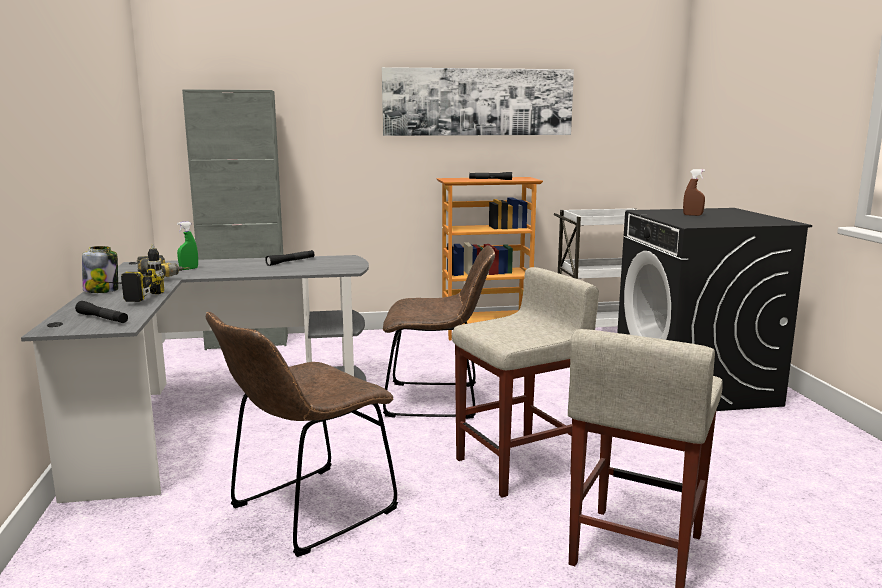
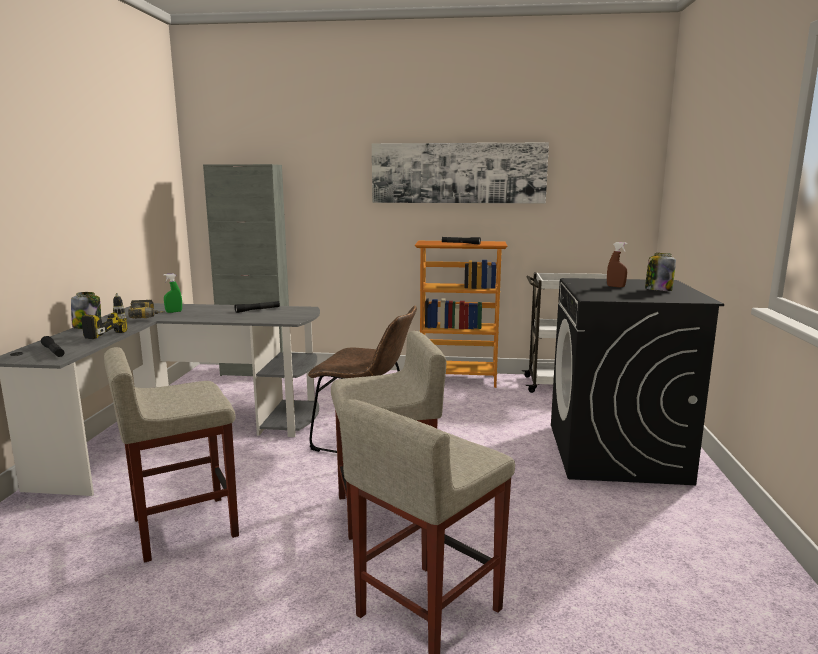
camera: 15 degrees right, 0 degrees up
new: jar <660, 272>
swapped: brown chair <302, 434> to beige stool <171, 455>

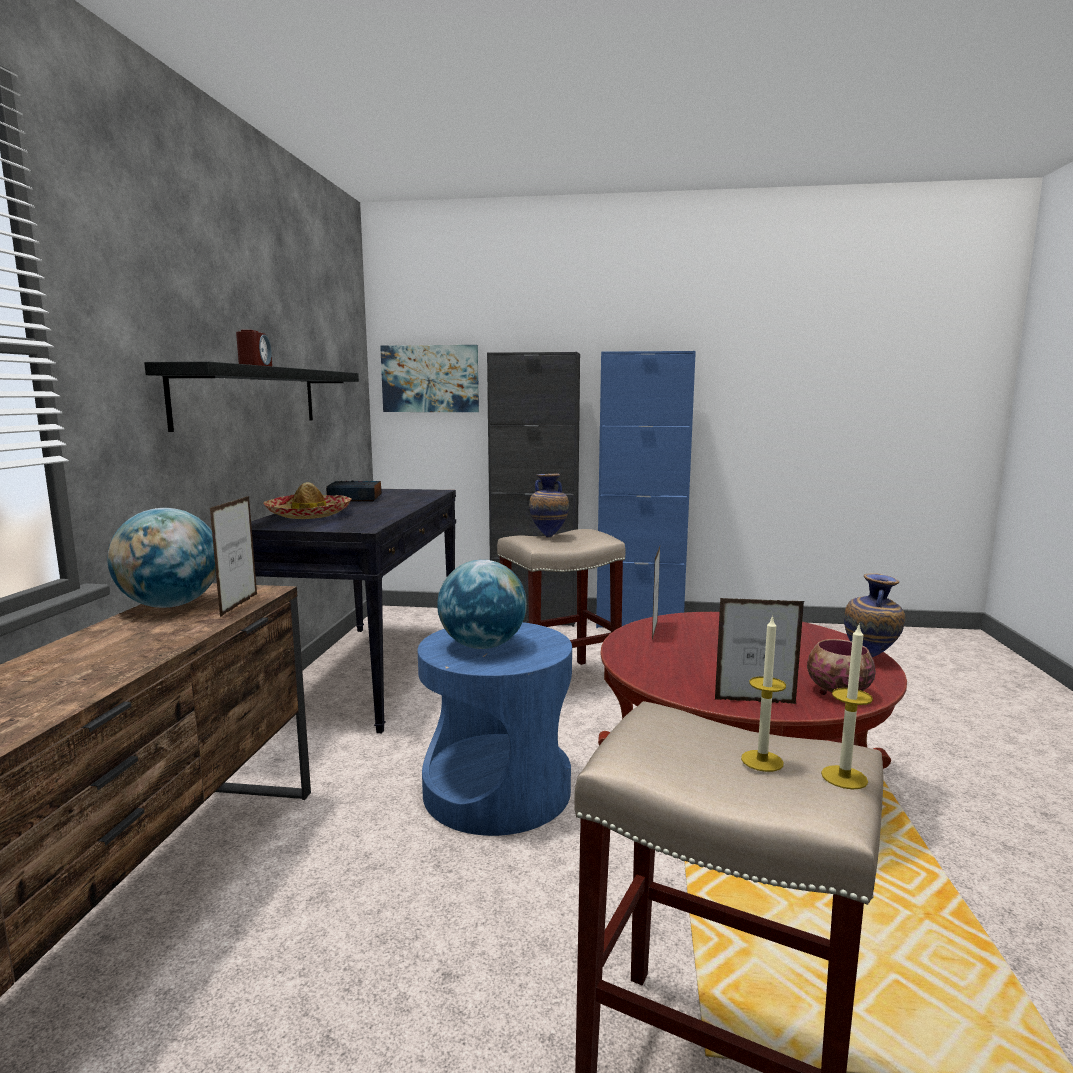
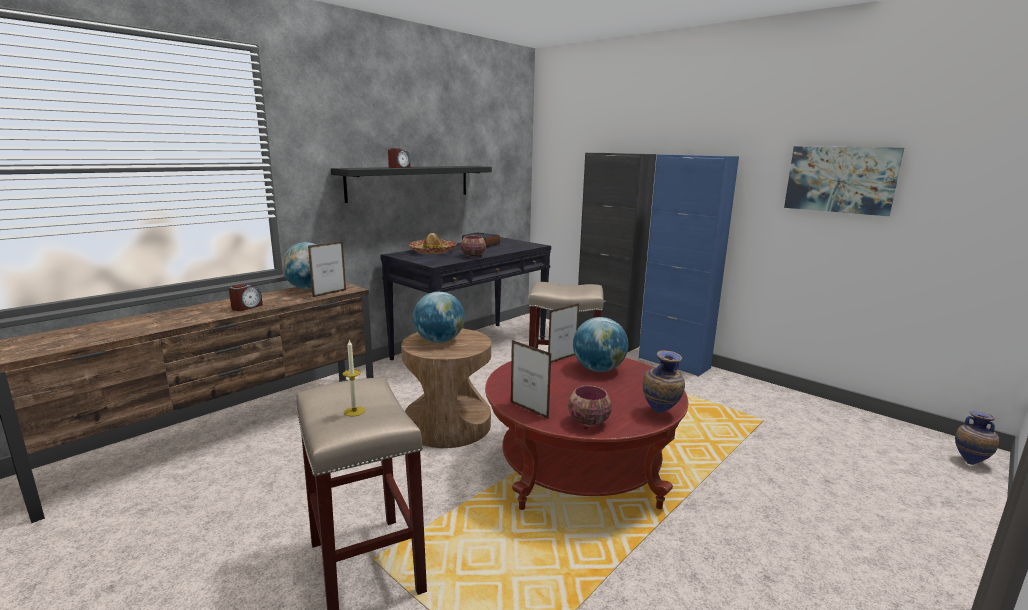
camera: 35 degrees right, 5 degrees up
gone: candle <847, 706>
new: bowl <473, 247>; alarm clock <246, 297>; globe <600, 344>
shifted: picture <429, 378> to <844, 181>; vase <549, 505> to <977, 438>
repainted: blue side table <495, 729> to brown side table <446, 388>

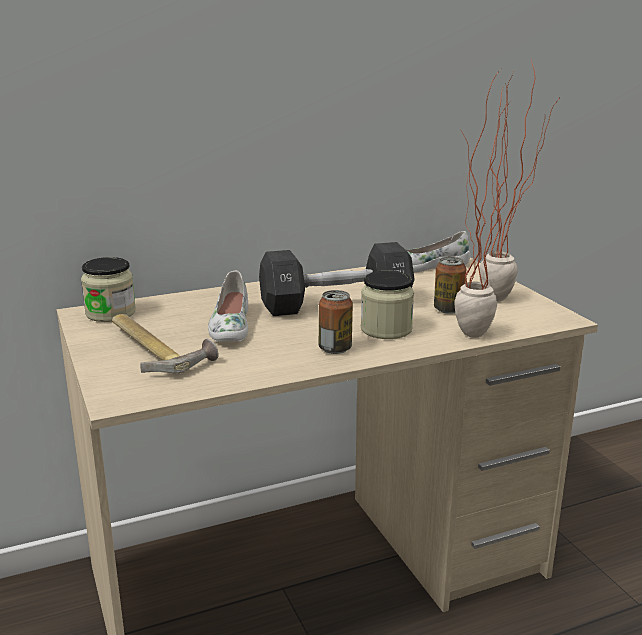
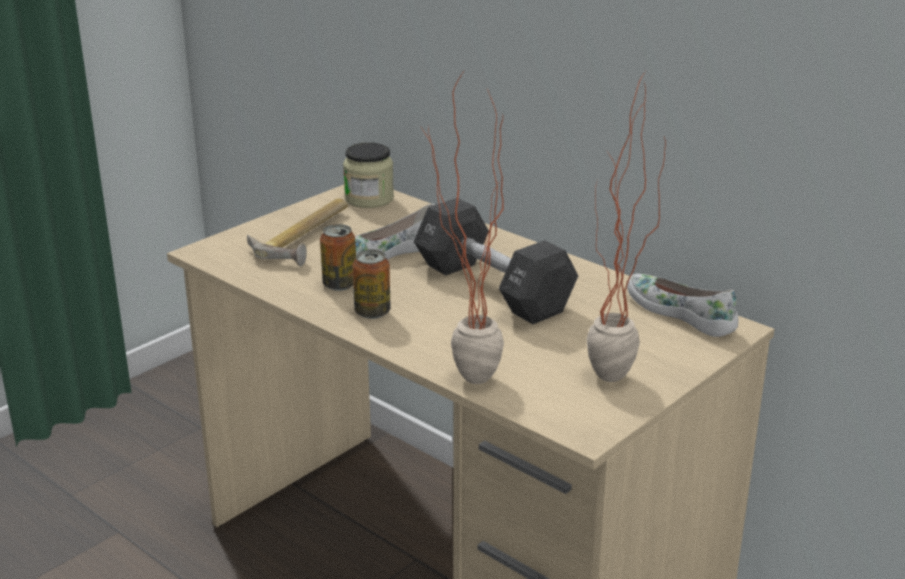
camera: 65 degrees right, 5 degrees up
gone: jar <387, 305>
shifted: can <450, 285> to <338, 257>

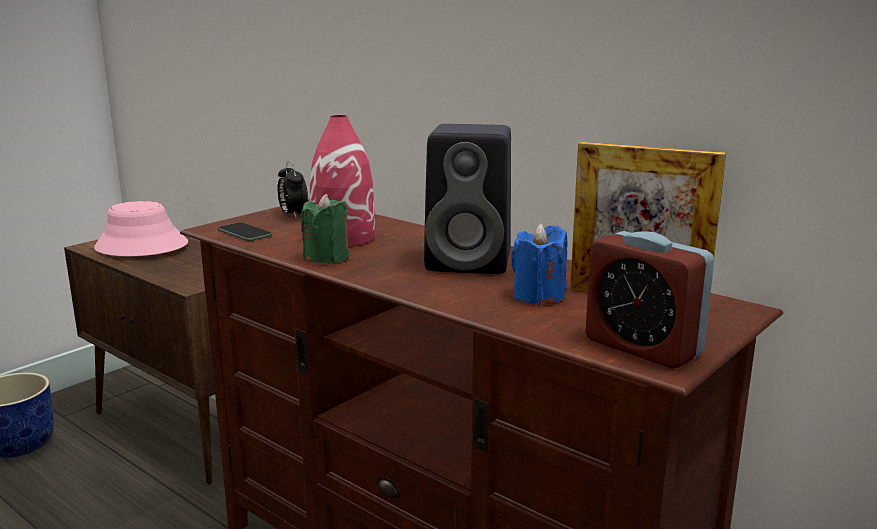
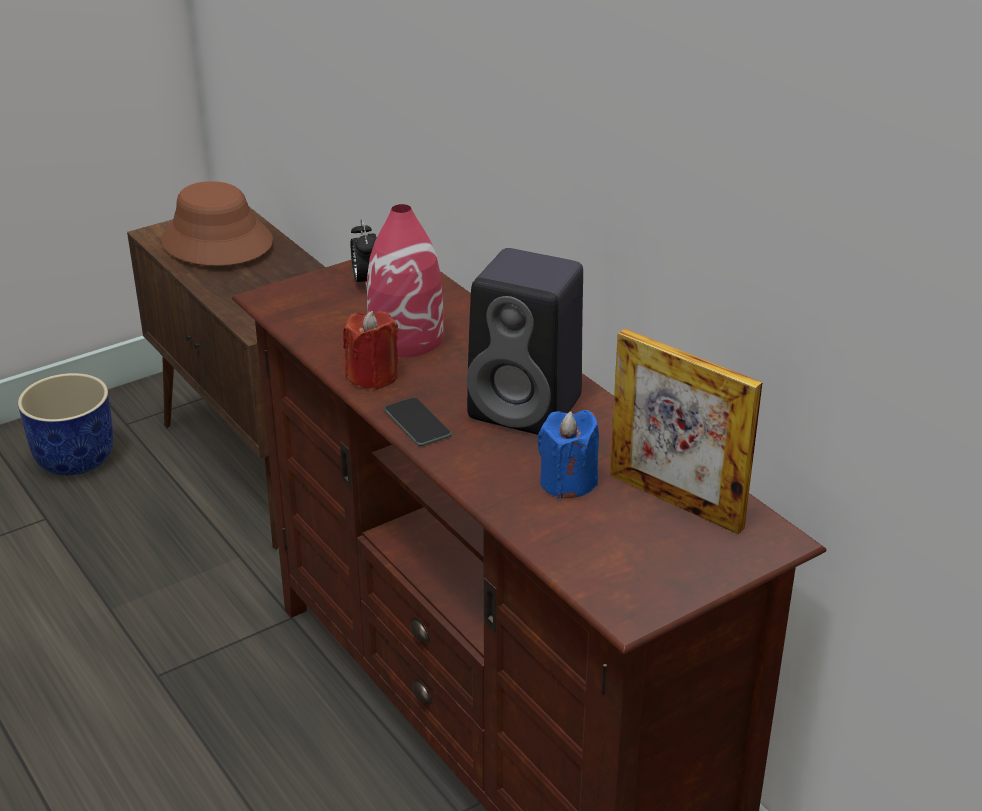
camera: 15 degrees right, 15 degrees up
gone: alarm clock <649, 299>
shifted: phone <244, 231> to <418, 421>
repainted: green candle <325, 229> to red candle <370, 350>; pink hat <141, 229> to brown hat <217, 223>

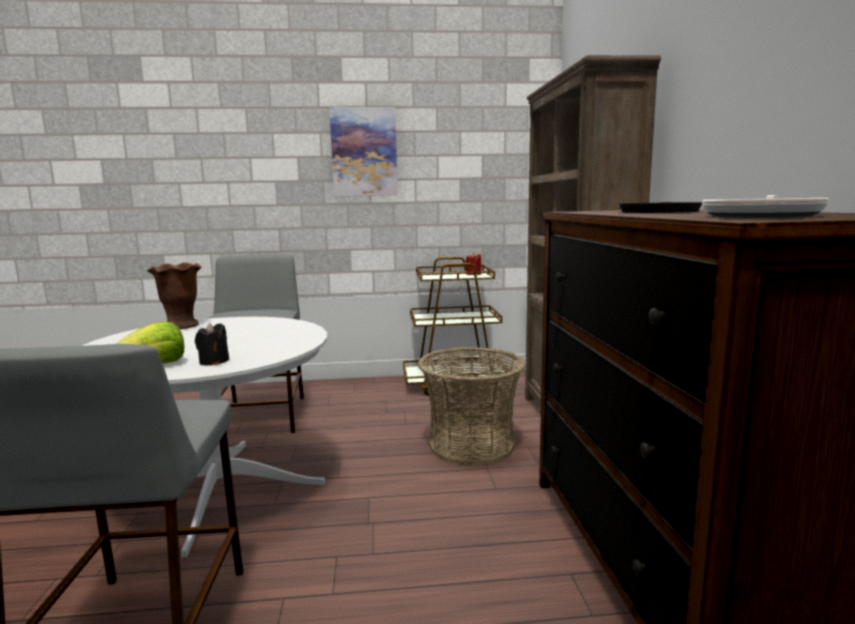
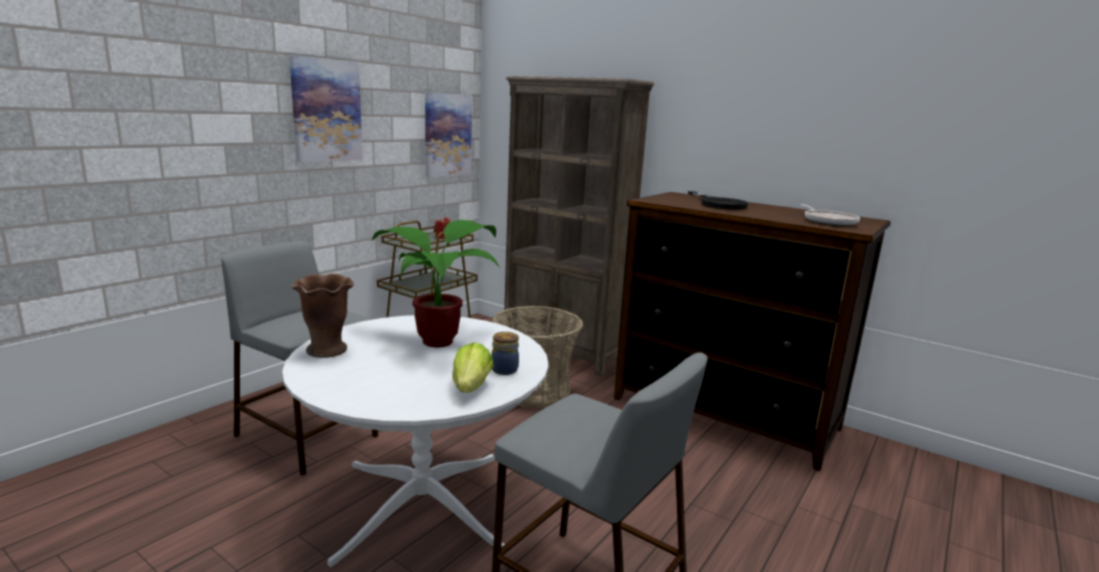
camera: 50 degrees left, 5 degrees up
new: picture <448, 135>; potted plant <436, 283>
swapped: black candle <212, 344> to jar <505, 353>

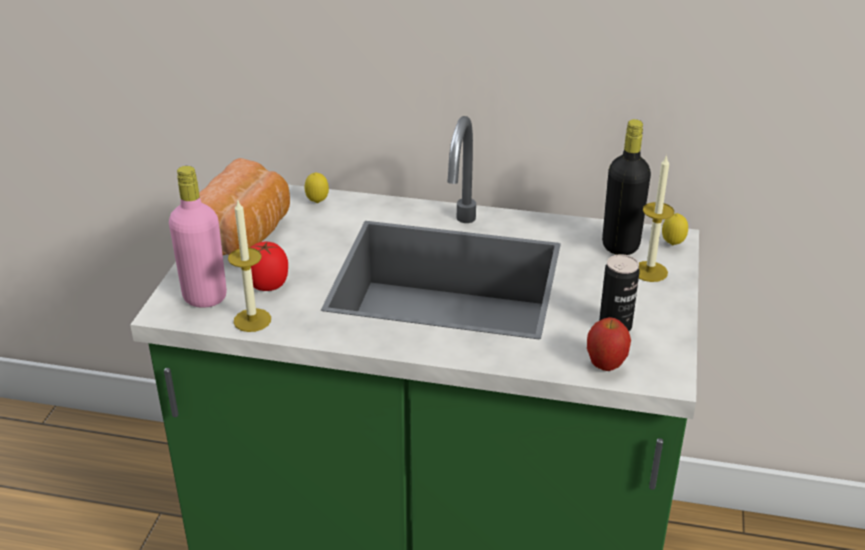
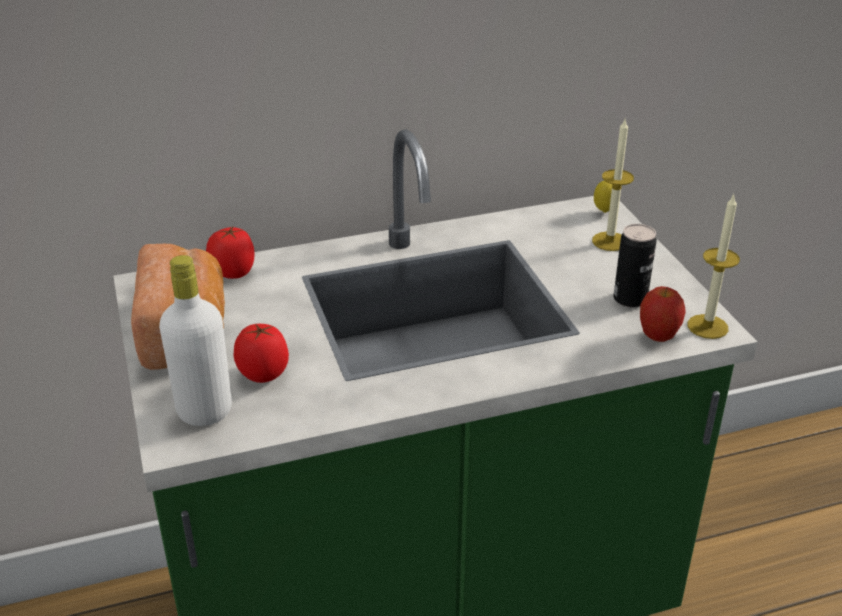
camera: 30 degrees left, 0 degrees up
gone: black bottle <626, 187>
shifted: candle <249, 266> to <713, 267>
swapped: lemon <316, 187> to tomato <230, 253>
repainted: pink bottle <198, 237> to white bottle <195, 340>

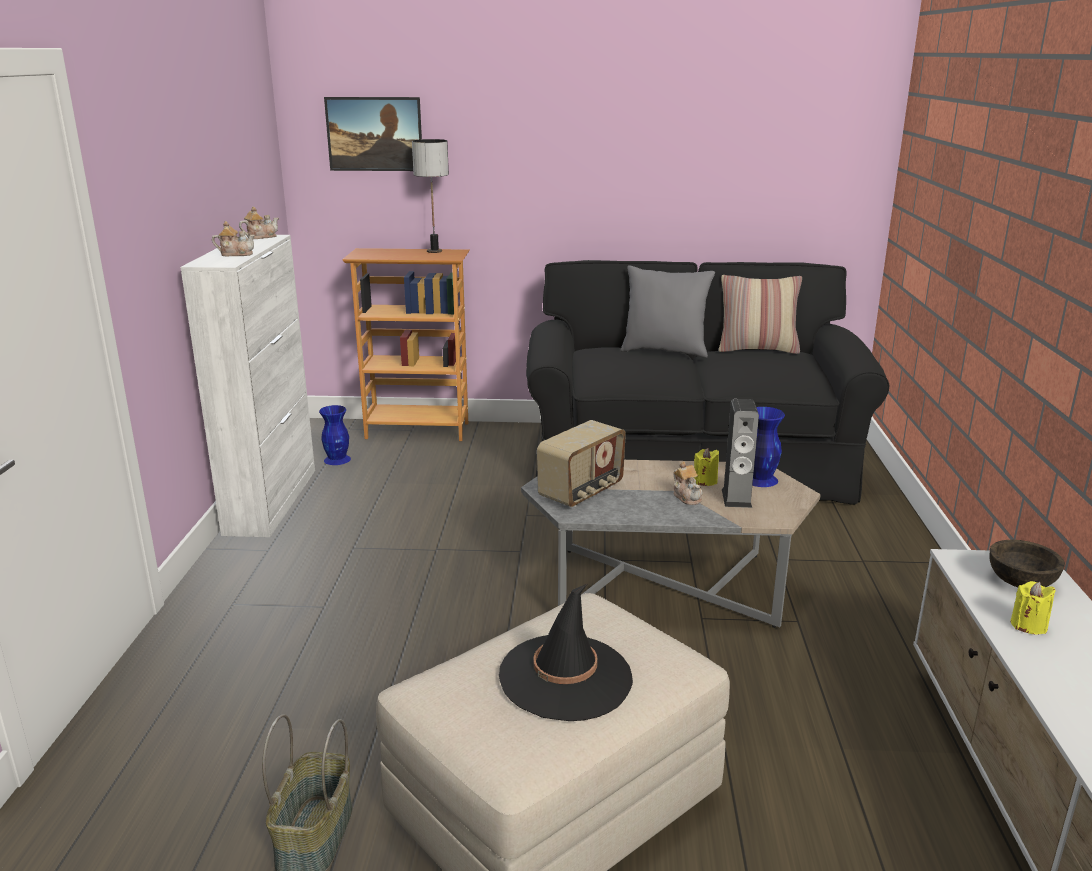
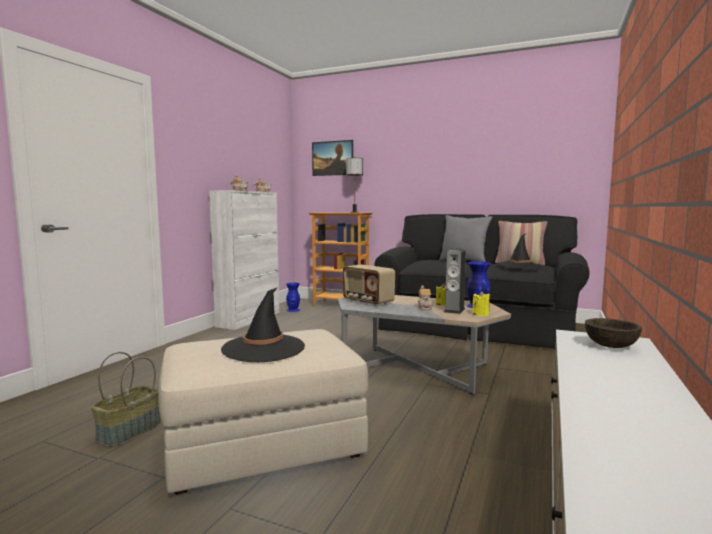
camera: 20 degrees right, 15 degrees down
new: black hat <520, 251>
shifted: yellow candle <1033, 608> to <481, 303>
rotated: radio <581, 463> = <369, 285> 75 degrees clockwise

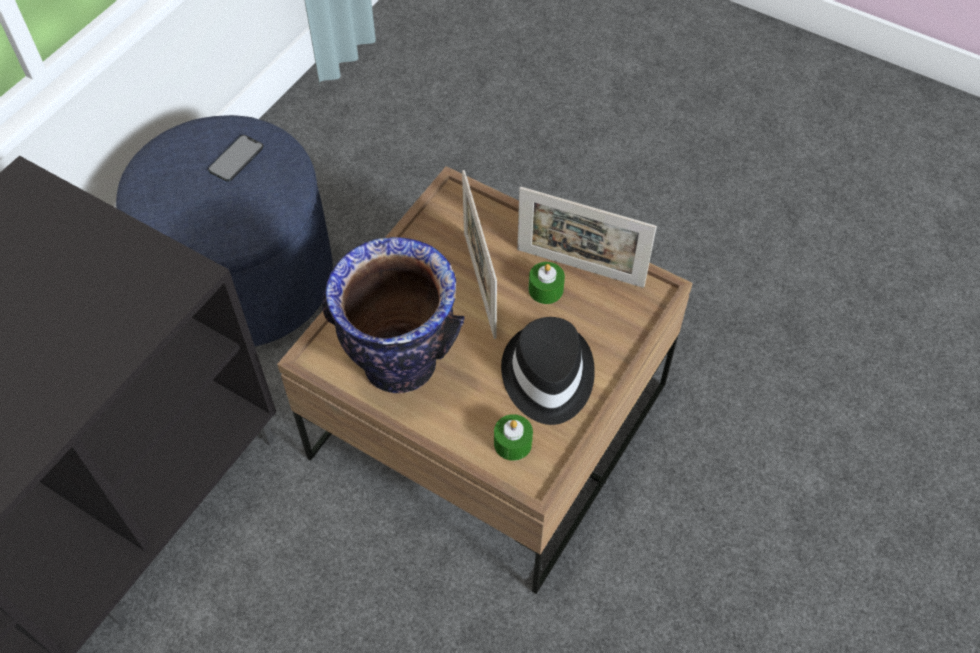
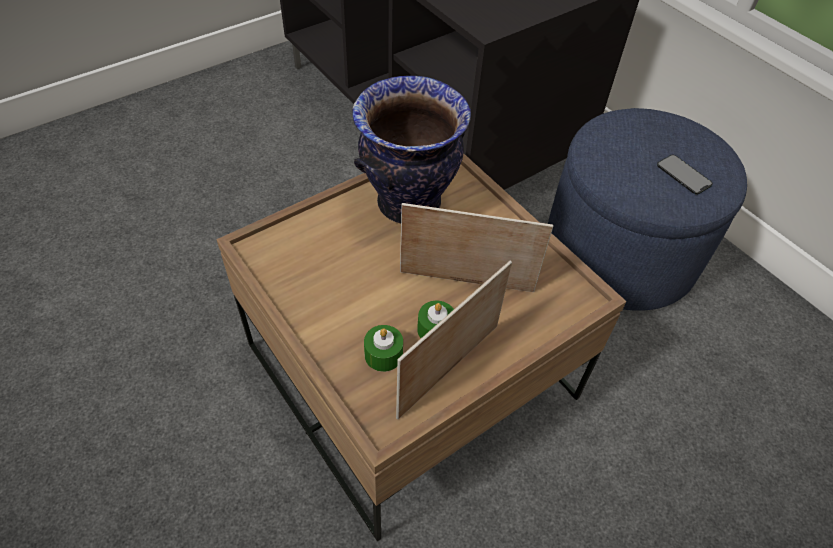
camera: 110 degrees right, 5 degrees down
gone: black hat <548, 371>
shifted: green candle <513, 437> to <383, 348>

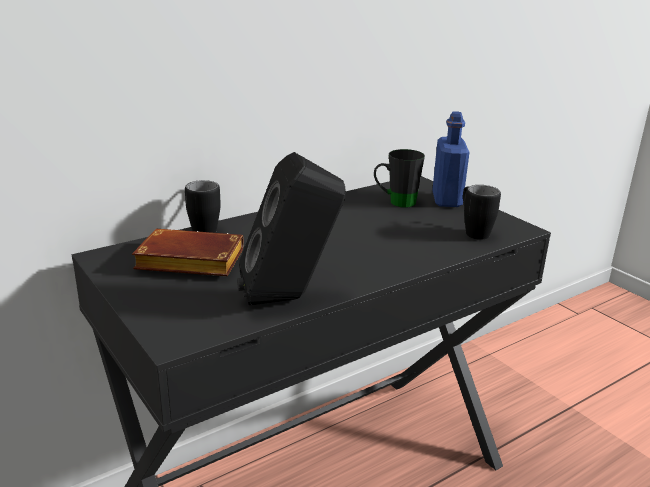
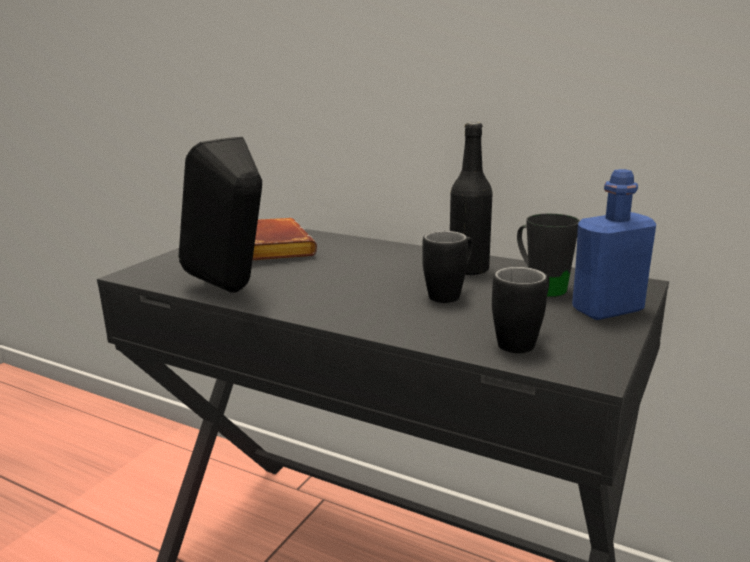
camera: 65 degrees right, 5 degrees down
new: black bottle <471, 199>
shifted: black mug <202, 206> to <447, 267>

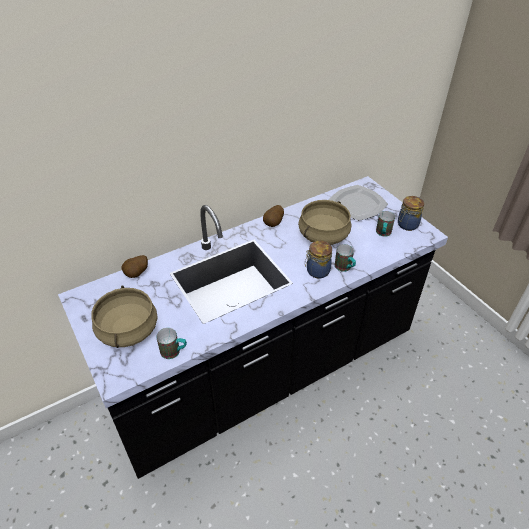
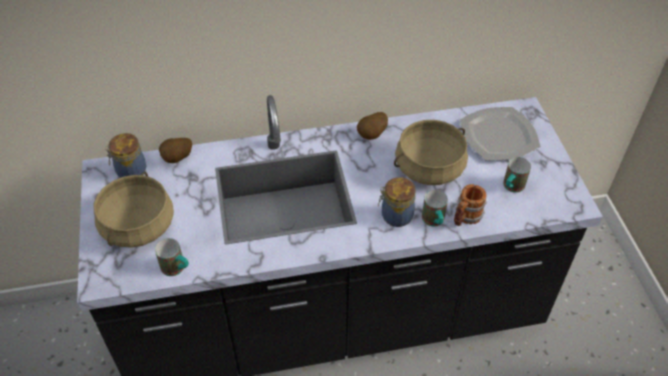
camera: 20 degrees right, 5 degrees up
new: mug <470, 205>
shifted: jar <411, 213> to <125, 155>

